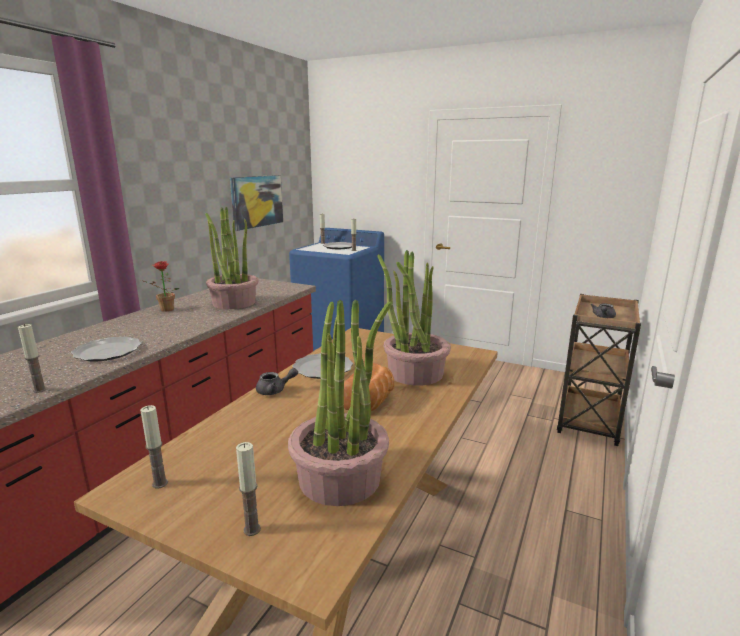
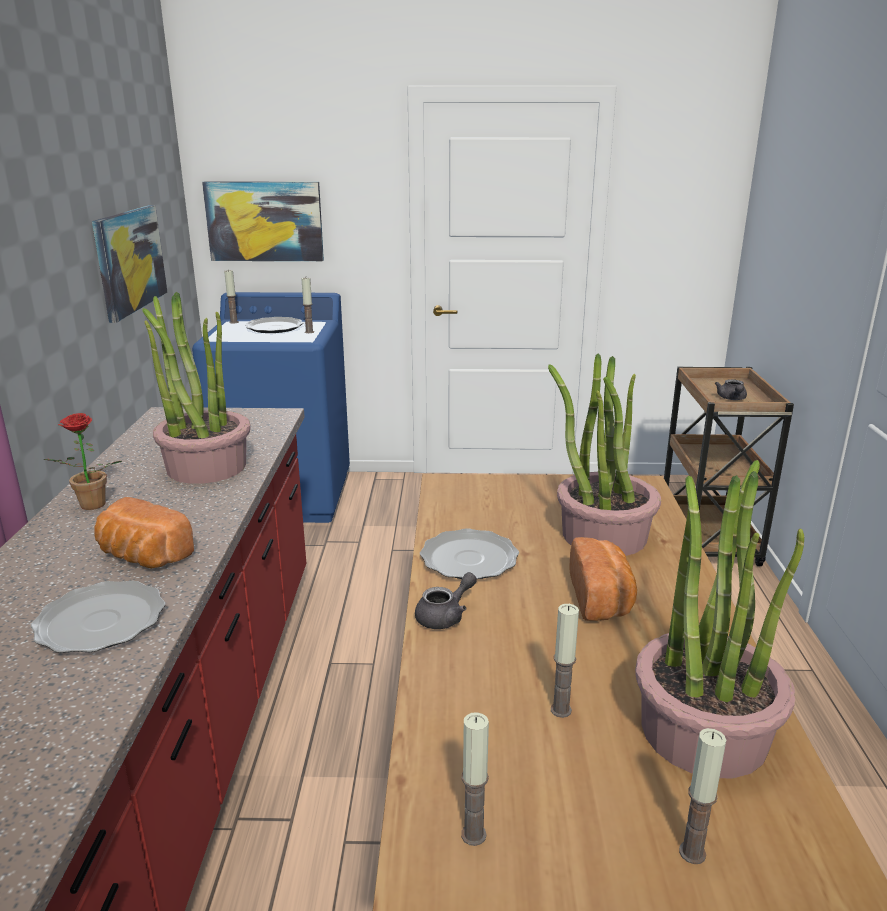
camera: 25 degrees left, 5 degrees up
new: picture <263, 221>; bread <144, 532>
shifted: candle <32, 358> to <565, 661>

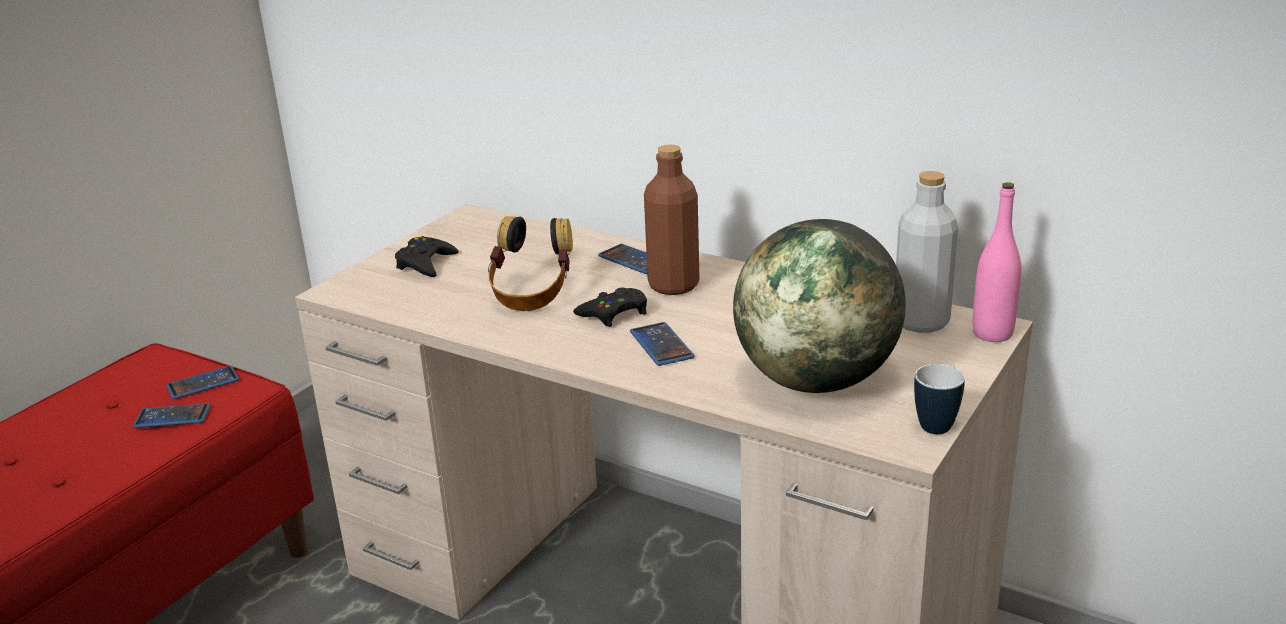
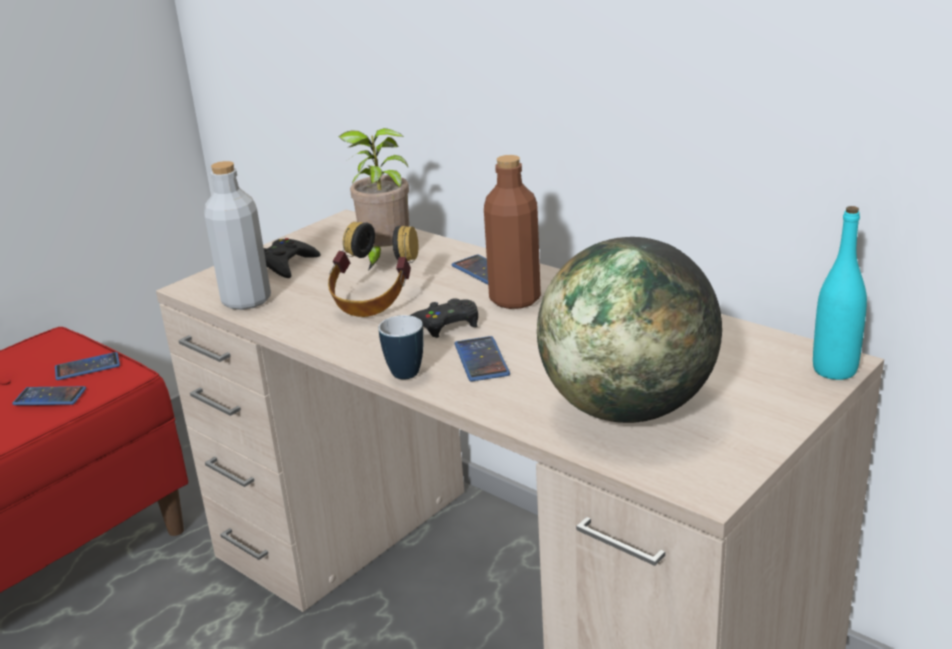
camera: 10 degrees right, 0 degrees up
new: potted plant <374, 199>
shifted: grey bottle <927, 252> to <237, 235>; mug <939, 399> to <401, 347>
repainted: pink bottle <997, 262> to turquoise bottle <840, 293>

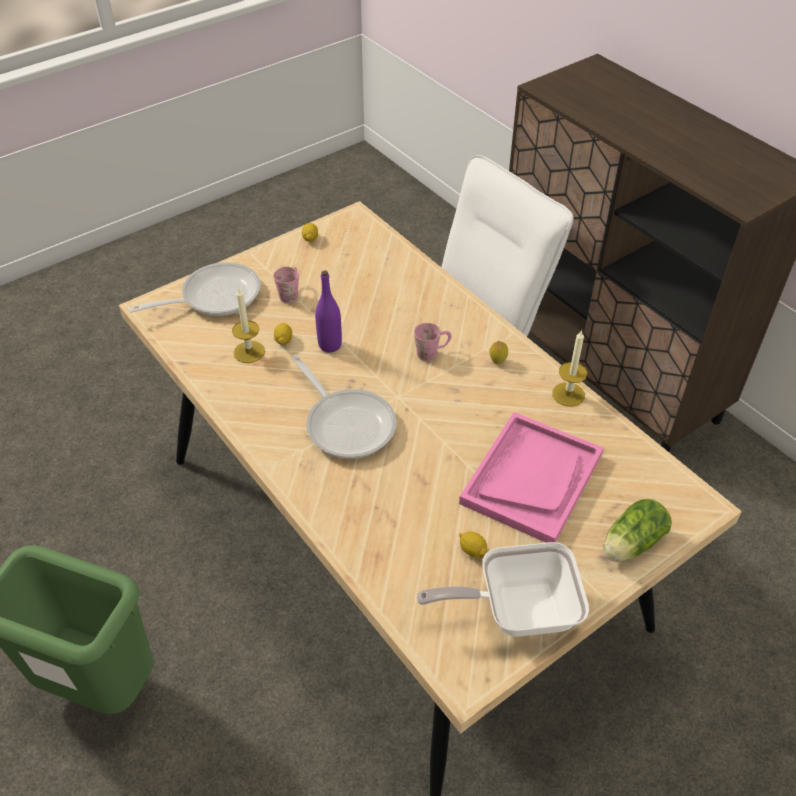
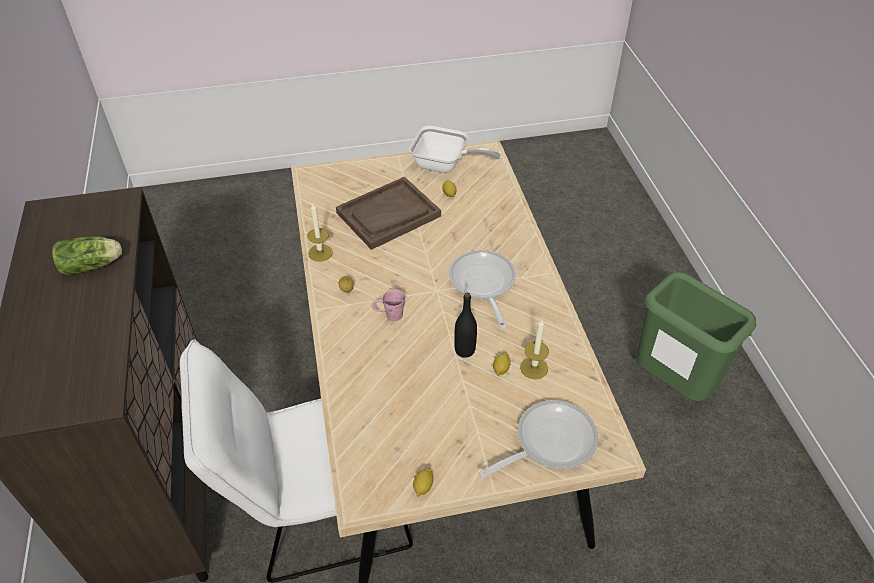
camera: 155 degrees left, 0 degrees up
gone: pink mug <286, 285>
shifted: lettuce <638, 530> to <87, 255>
repainted: purple bottle <328, 311> to black bottle <465, 325>; pink tray <531, 477> to brown tray <388, 213>
rotated: frying pan <194, 289> = <538, 439> 150 degrees clockwise

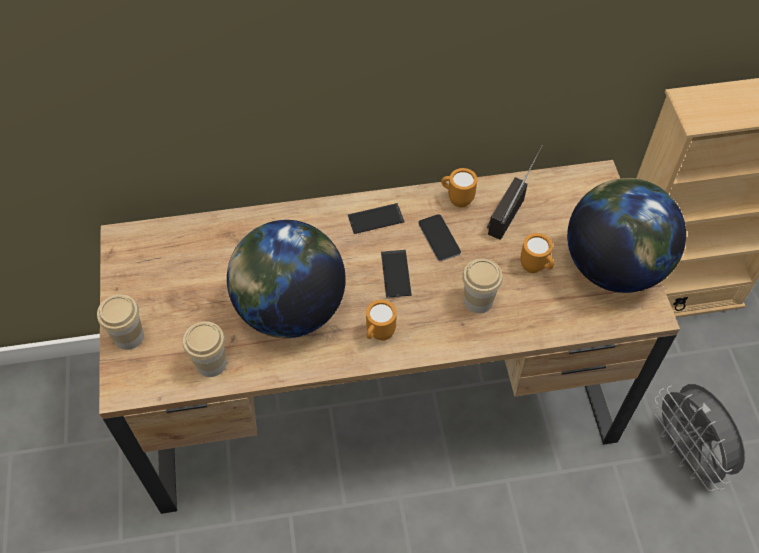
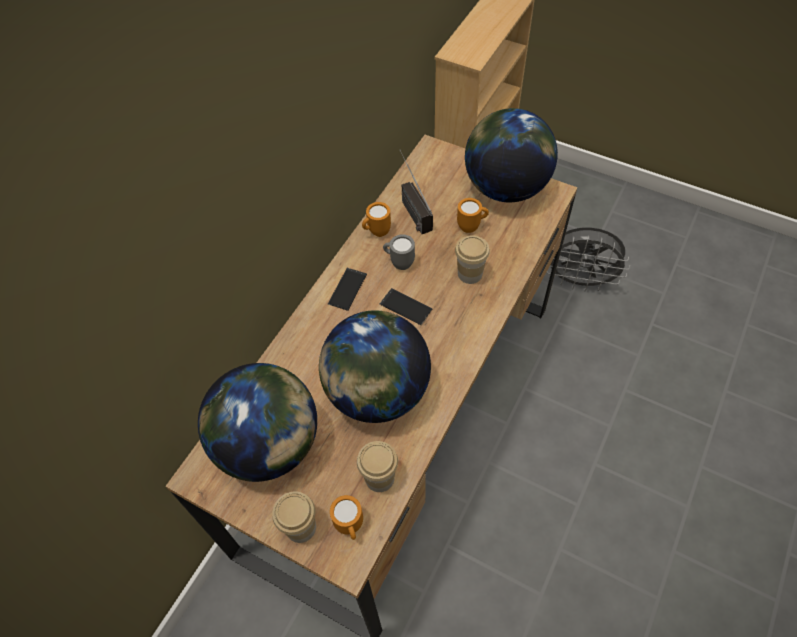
camera: 50 degrees left, 0 degrees up
new: globe <257, 422>
shifted: orange mug <381, 320> to <346, 517>
swapped: phone <439, 237> to grey mug <399, 252>

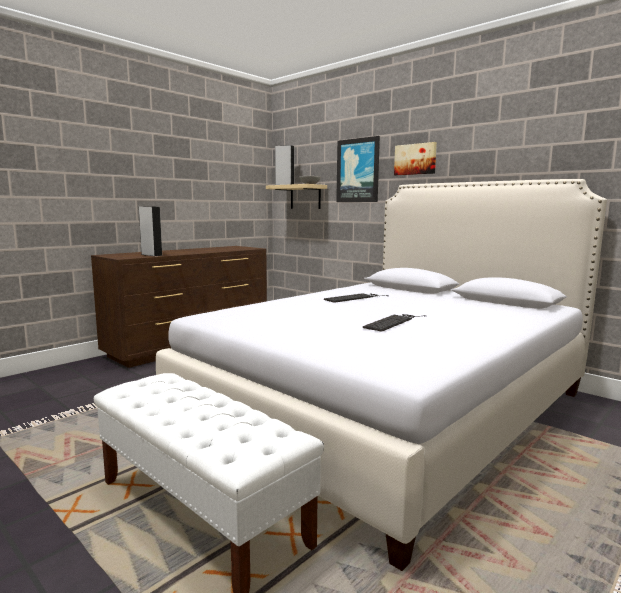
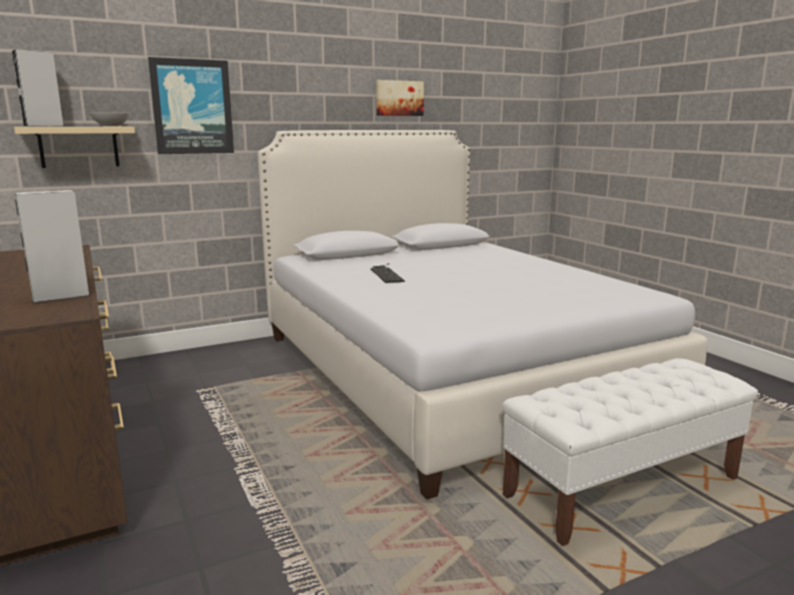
camera: 70 degrees left, 5 degrees up
gone: keyboard <394, 323>
shifted: picture <415, 158> to <400, 98>

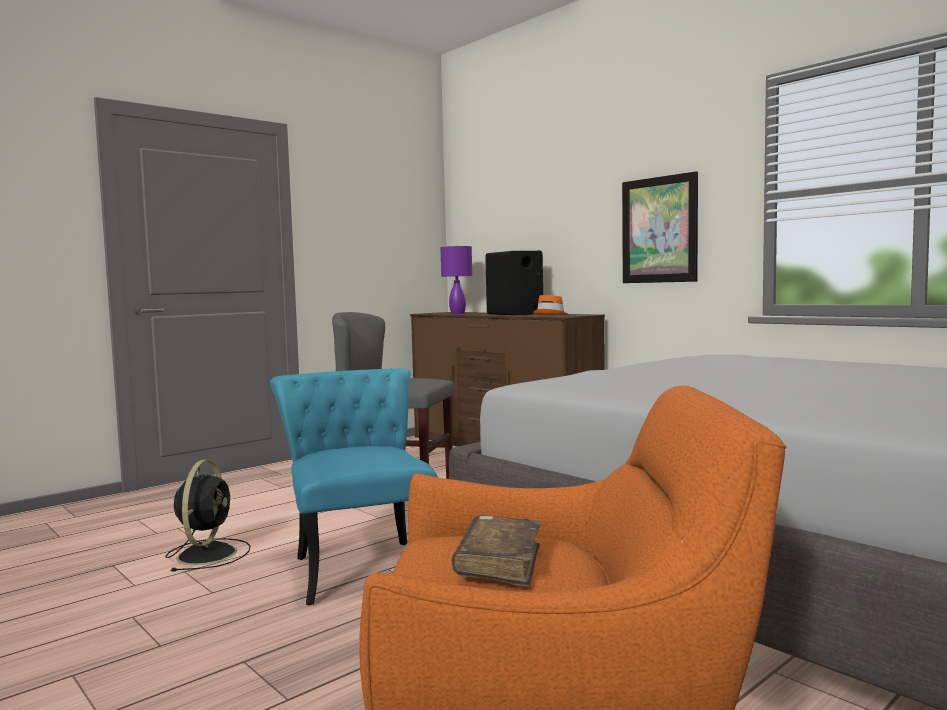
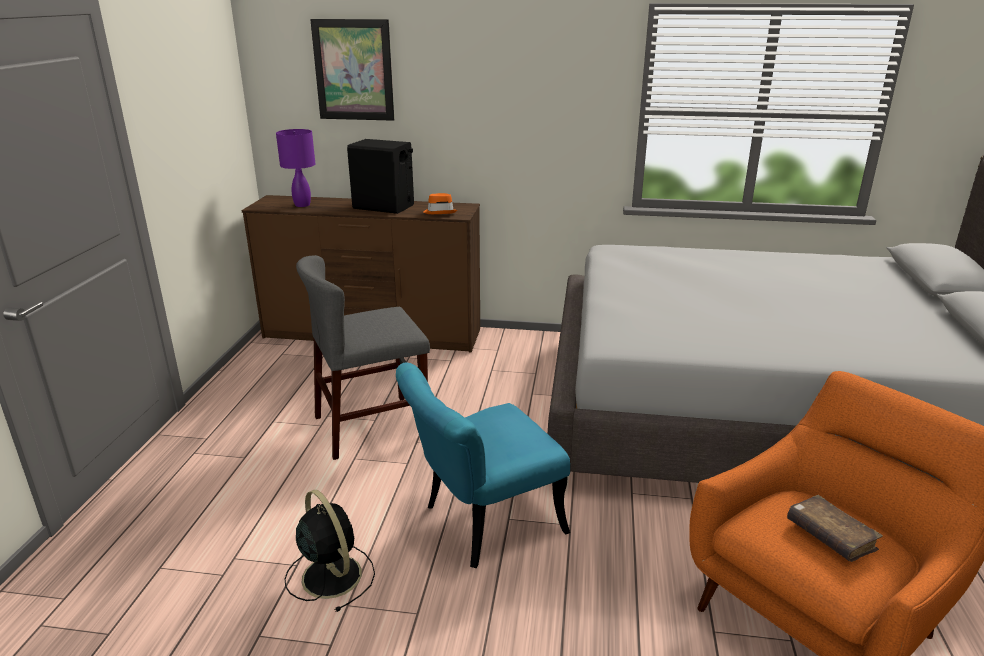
camera: 40 degrees left, 20 degrees up
shifted: picture <660, 227> to <352, 70>
rotated: turquoise chair <354, 486> = <483, 465> 60 degrees counterclockwise

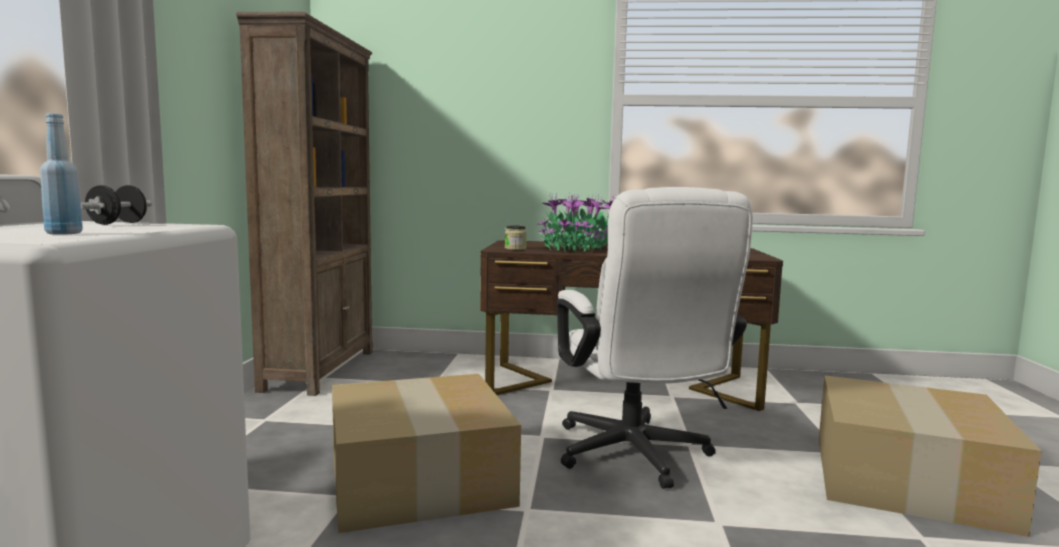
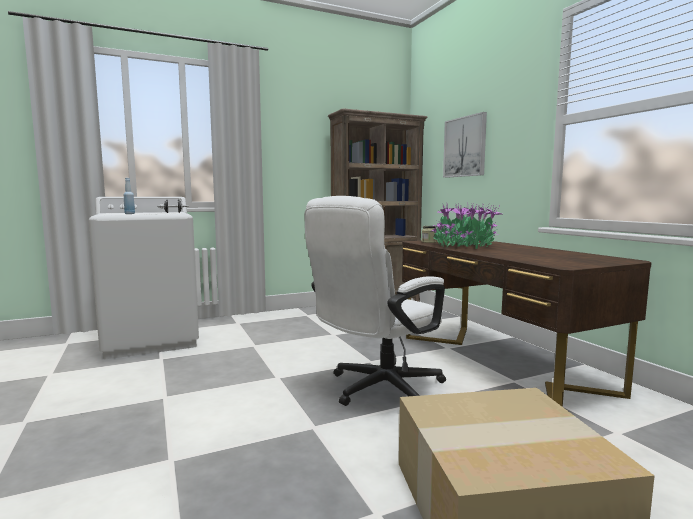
camera: 60 degrees right, 0 degrees up
gone: cardboard box <426, 453>
new: picture <465, 145>

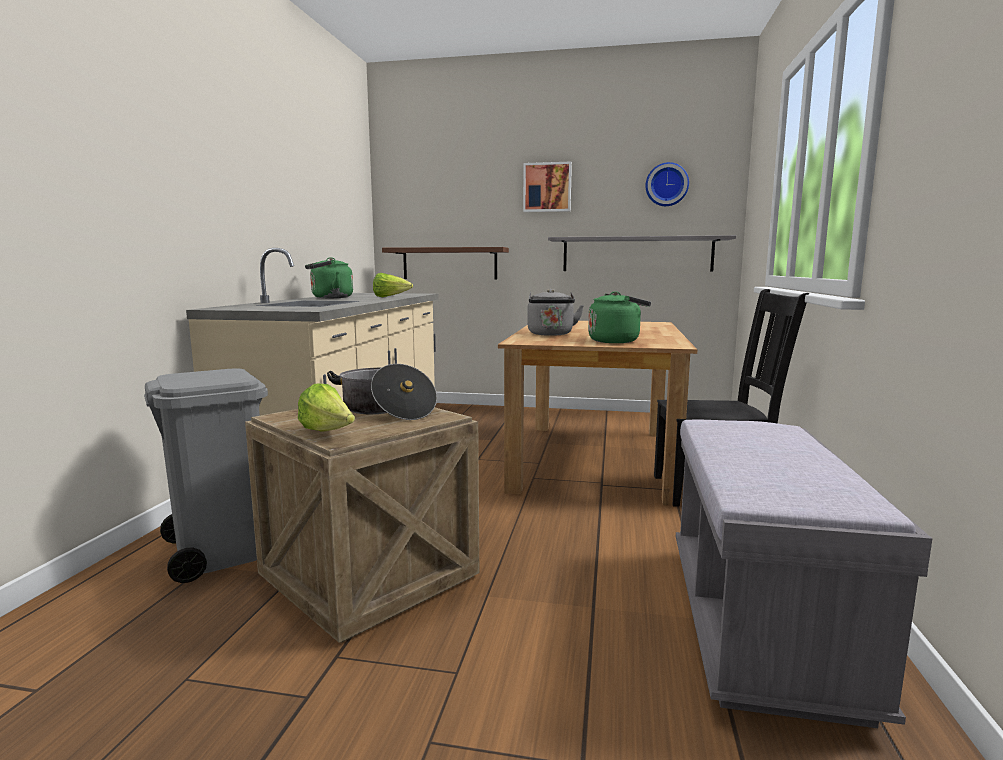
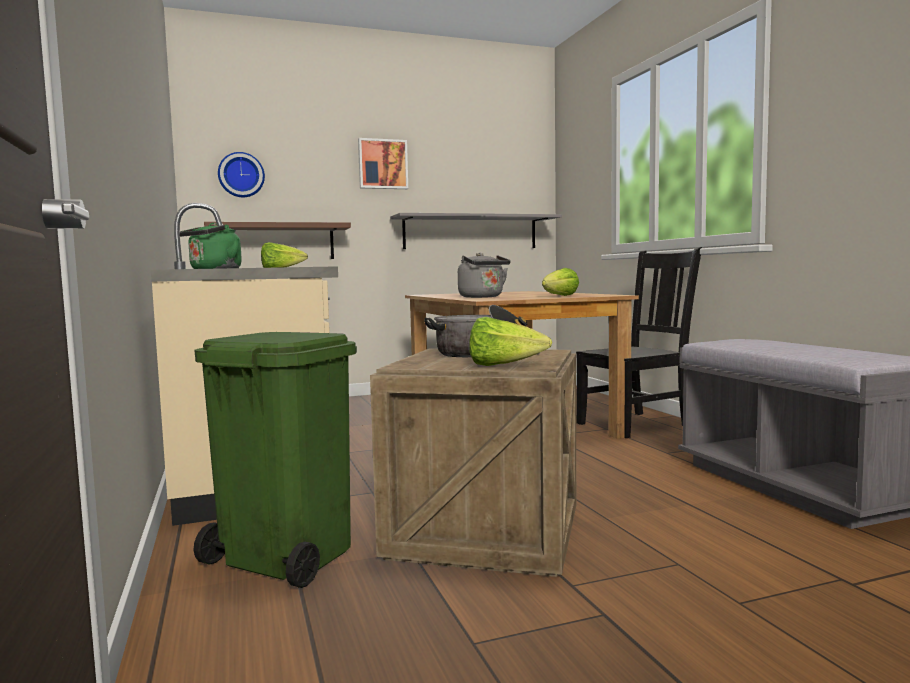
camera: 30 degrees left, 5 degrees down
shifted: wall clock <667, 184> to <241, 174>
swapped: green kettle <619, 317> to lettuce <560, 282>
repainted: grey trash can <206, 475> to green trash can <275, 460>

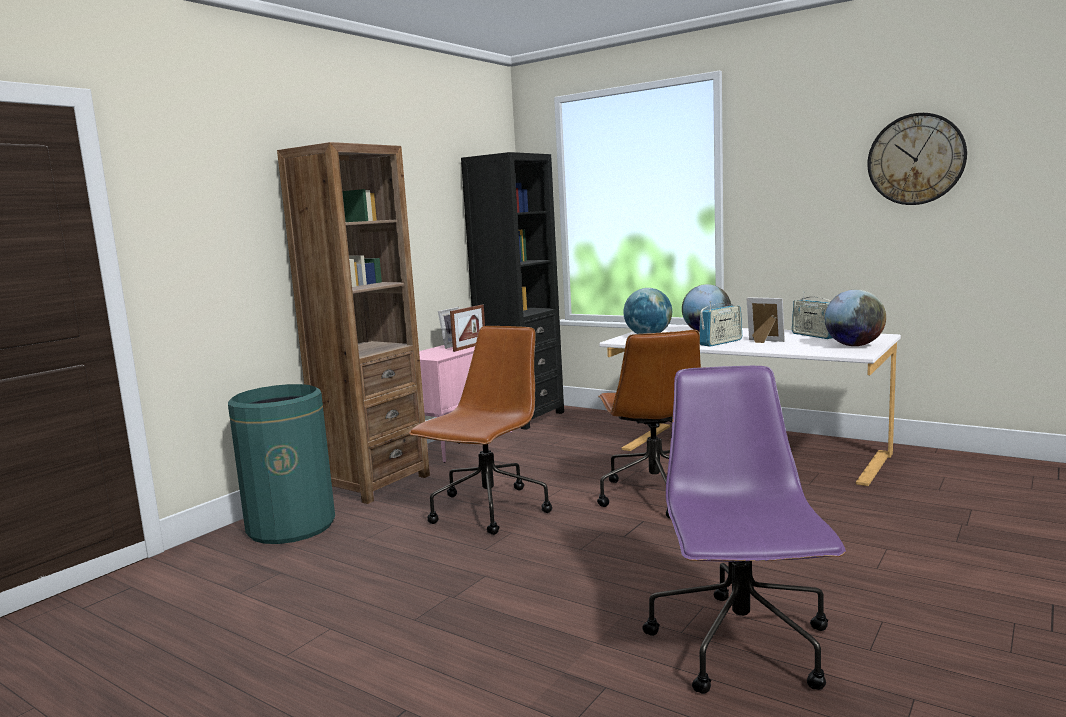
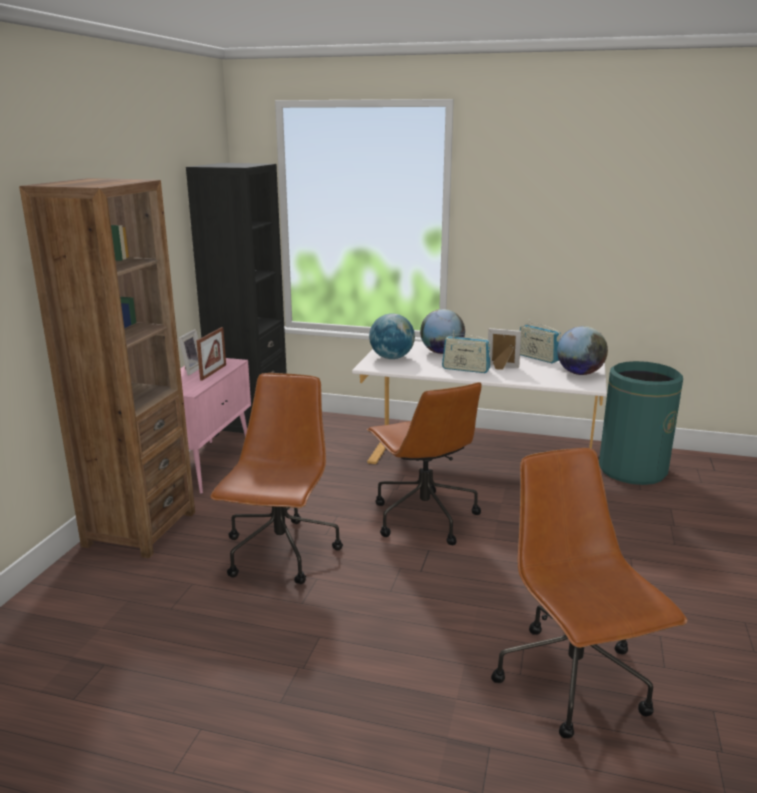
camera: 20 degrees left, 10 degrees up
gone: wall clock <917, 159>
shifted: green trash can <281, 464> to <641, 423>
repainted: purple office chair <744, 530> to brown office chair <589, 593>
rotated: radio <720, 324> = <466, 351> 75 degrees clockwise

